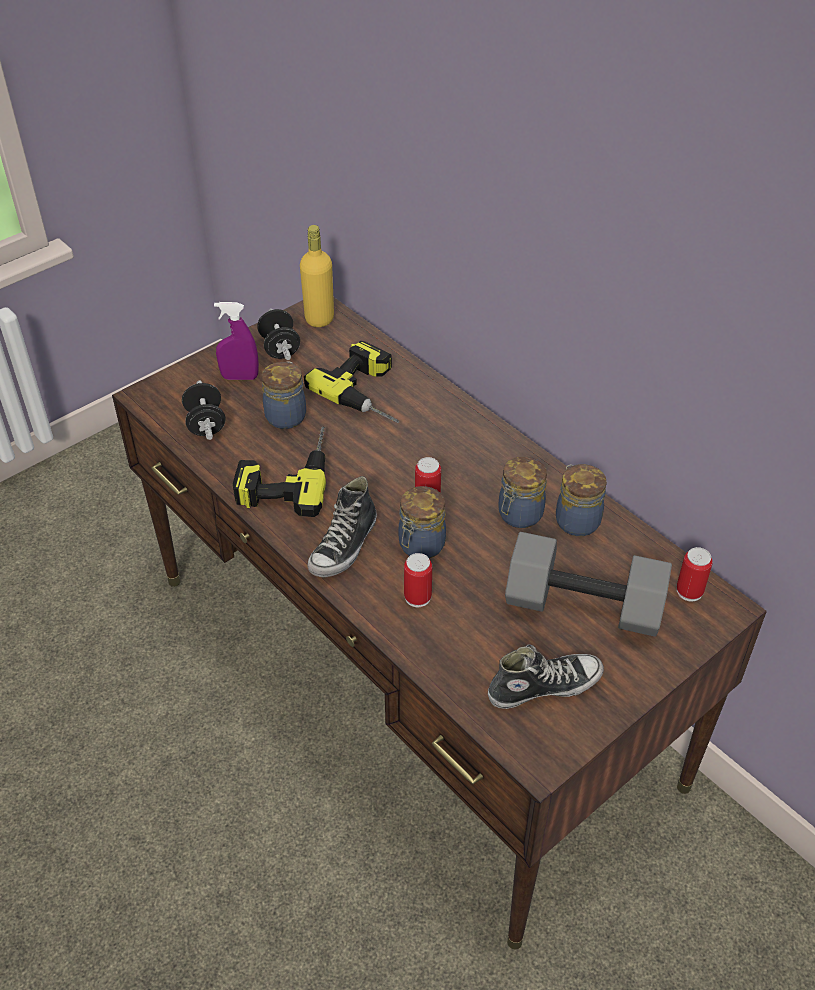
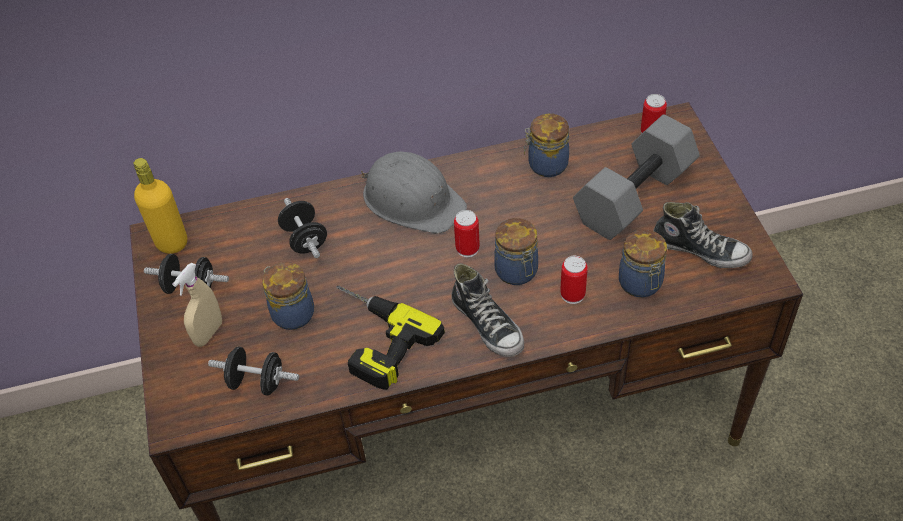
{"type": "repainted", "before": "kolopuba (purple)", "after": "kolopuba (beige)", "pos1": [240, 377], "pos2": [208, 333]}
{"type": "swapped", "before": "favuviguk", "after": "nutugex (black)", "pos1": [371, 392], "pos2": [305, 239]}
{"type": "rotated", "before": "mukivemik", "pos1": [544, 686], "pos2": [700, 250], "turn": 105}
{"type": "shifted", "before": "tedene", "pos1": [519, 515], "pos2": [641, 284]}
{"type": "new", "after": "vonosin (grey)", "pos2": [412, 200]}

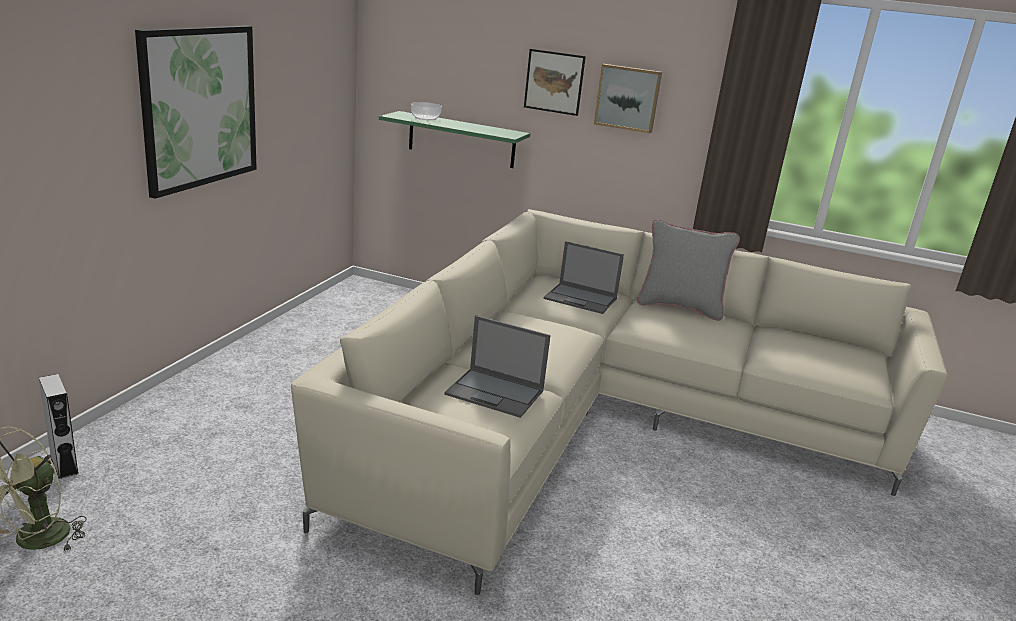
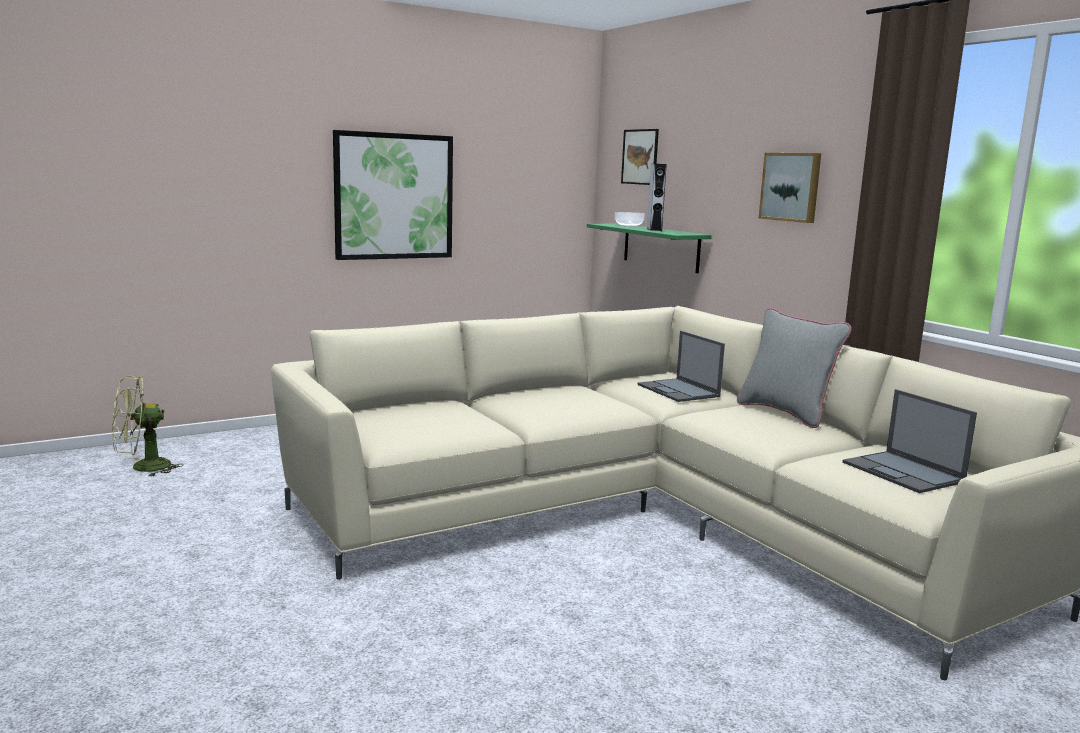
{"type": "shifted", "before": "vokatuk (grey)", "pos1": [64, 465], "pos2": [654, 229]}
{"type": "shifted", "before": "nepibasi", "pos1": [496, 393], "pos2": [904, 472]}
{"type": "shifted", "before": "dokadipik", "pos1": [554, 82], "pos2": [640, 157]}

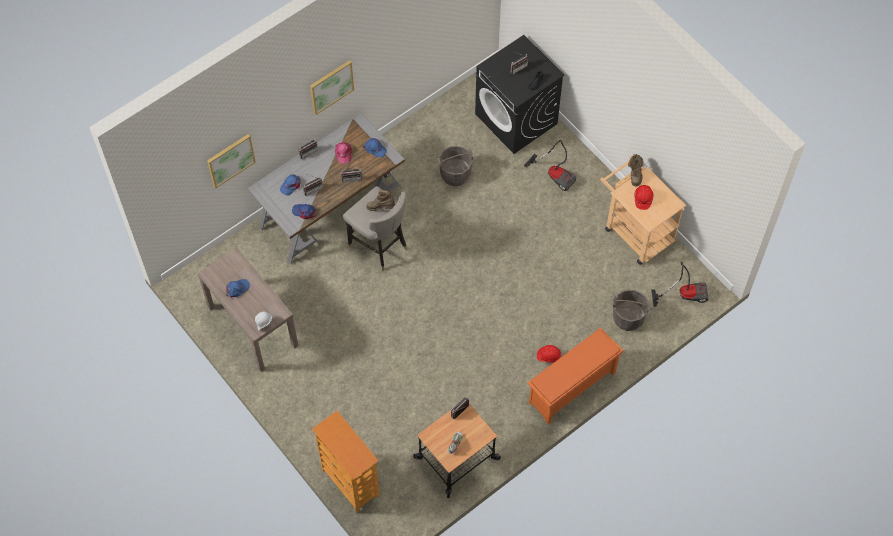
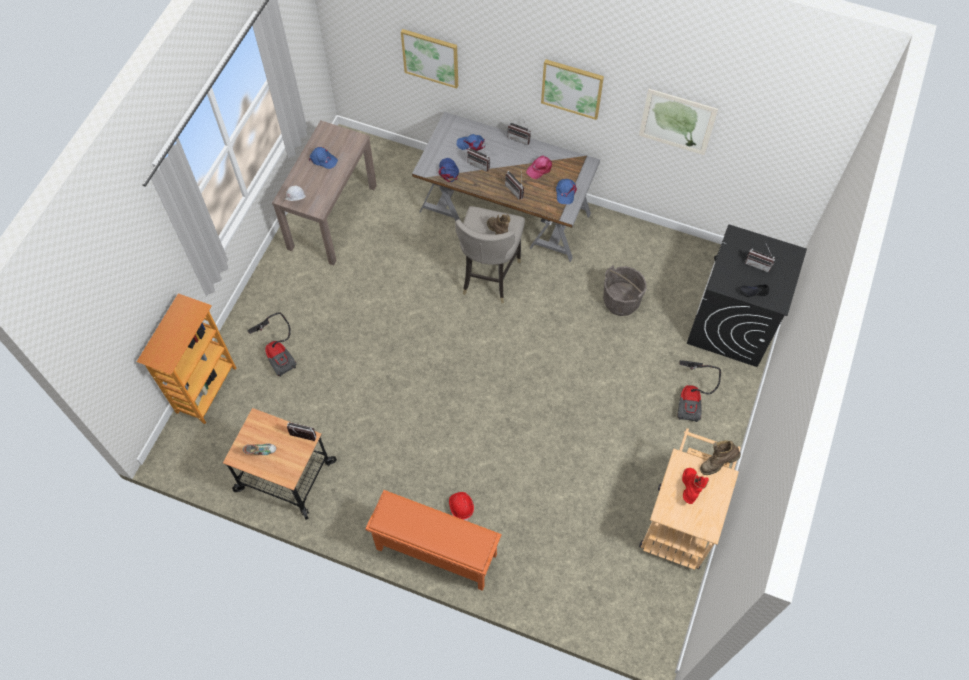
{"type": "gone", "before": "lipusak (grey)", "pos1": [628, 317]}
{"type": "swapped", "before": "vonosin (red)", "after": "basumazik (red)", "pos1": [643, 199], "pos2": [689, 489]}
{"type": "shifted", "before": "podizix", "pos1": [684, 294], "pos2": [278, 352]}
{"type": "new", "after": "dokadipik", "pos2": [677, 122]}

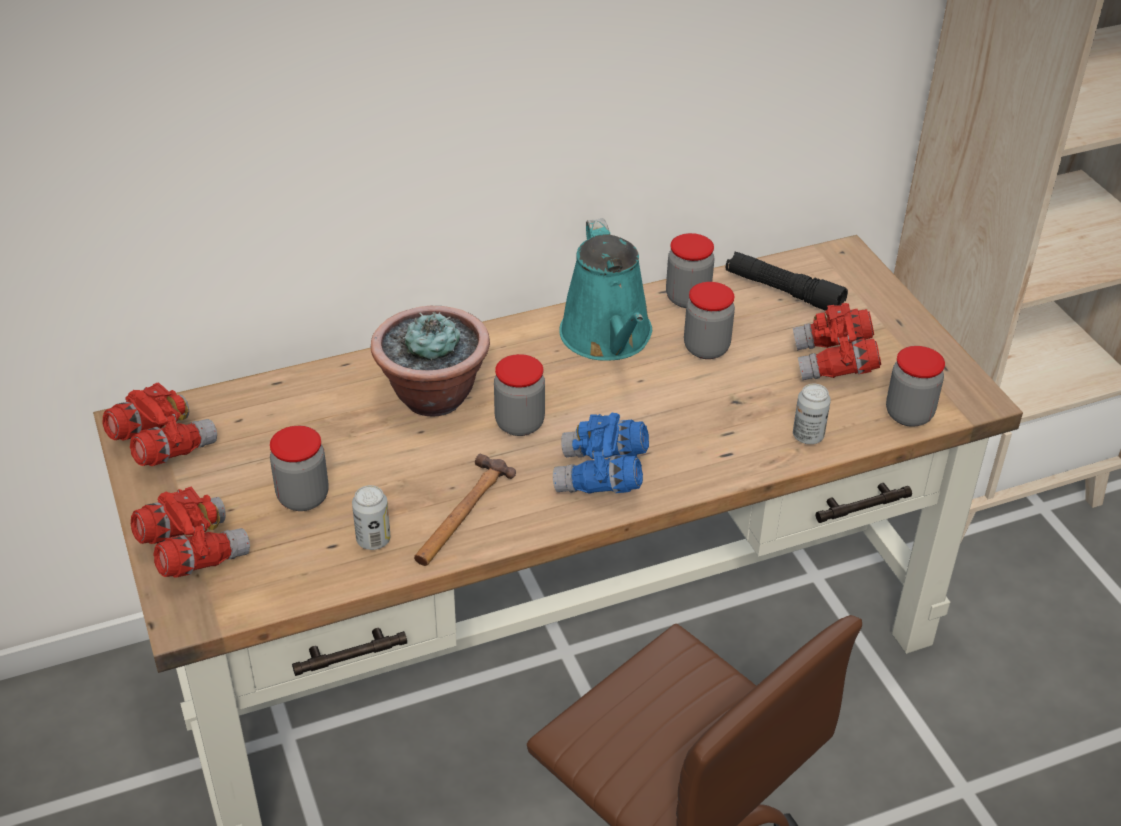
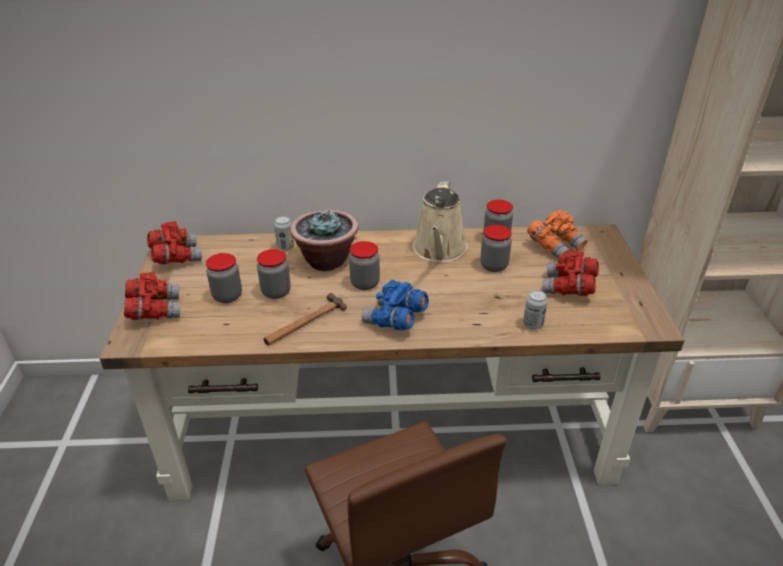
{"type": "shifted", "before": "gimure", "pos1": [373, 540], "pos2": [285, 247]}
{"type": "repainted", "before": "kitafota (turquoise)", "after": "kitafota (beige)", "pos1": [608, 338], "pos2": [439, 250]}
{"type": "swapped", "before": "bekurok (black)", "after": "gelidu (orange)", "pos1": [783, 292], "pos2": [555, 245]}
{"type": "shifted", "before": "tedene", "pos1": [909, 414], "pos2": [276, 292]}

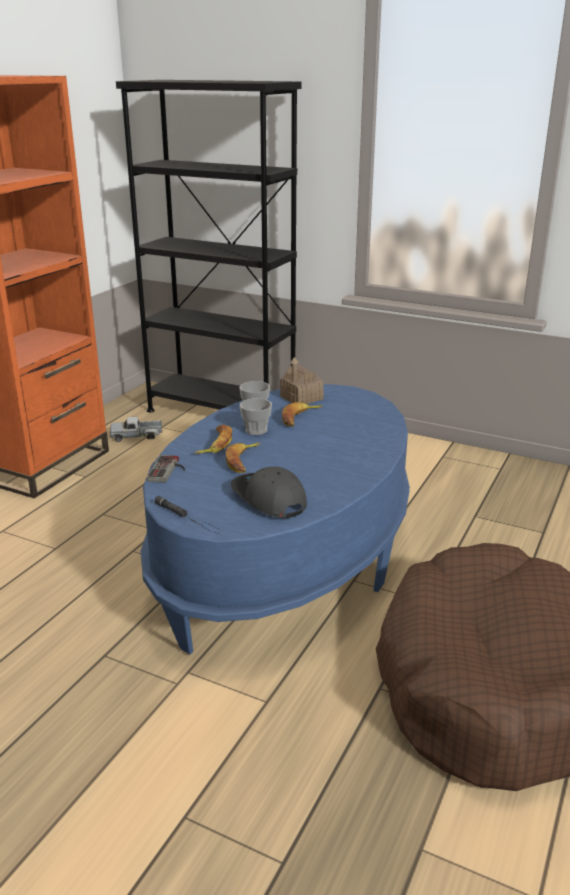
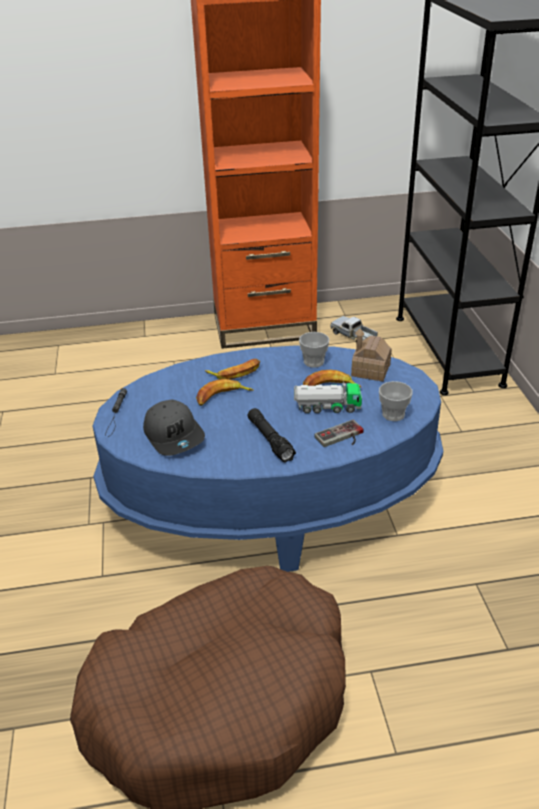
{"type": "shifted", "before": "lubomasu", "pos1": [169, 471], "pos2": [342, 438]}
{"type": "rotated", "before": "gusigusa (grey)", "pos1": [268, 499], "pos2": [174, 435], "turn": 135}
{"type": "shifted", "before": "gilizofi", "pos1": [256, 430], "pos2": [393, 414]}
{"type": "new", "after": "bekurok (black)", "pos2": [270, 440]}
{"type": "new", "after": "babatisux", "pos2": [327, 407]}

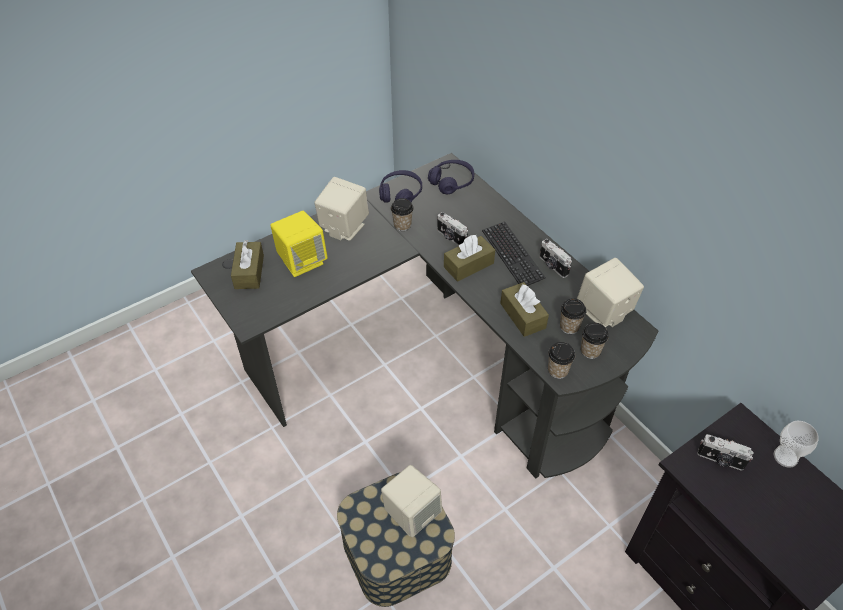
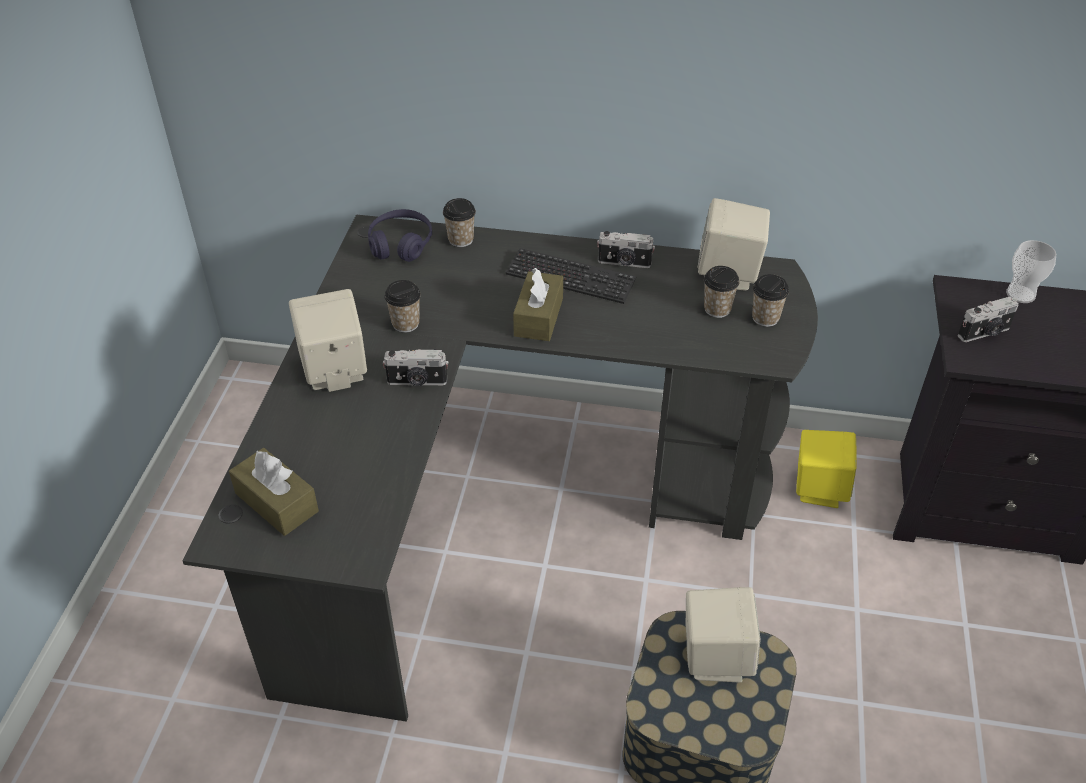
{"type": "shifted", "before": "vokatuk (yellow)", "pos1": [302, 261], "pos2": [818, 489]}
{"type": "gone", "before": "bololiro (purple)", "pos1": [400, 194]}
{"type": "shifted", "before": "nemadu", "pos1": [451, 237], "pos2": [417, 382]}
{"type": "gone", "before": "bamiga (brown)", "pos1": [523, 315]}
{"type": "shifted", "before": "gilizofi", "pos1": [557, 370], "pos2": [461, 240]}

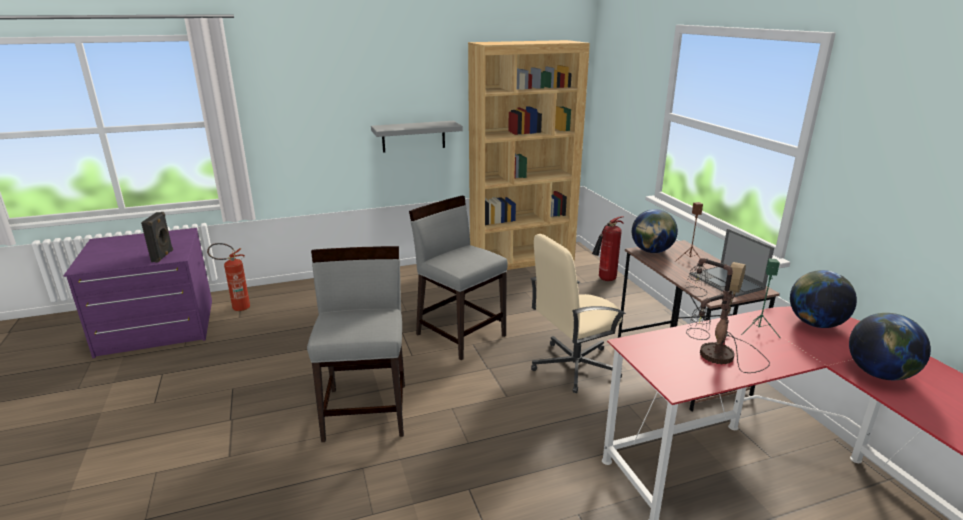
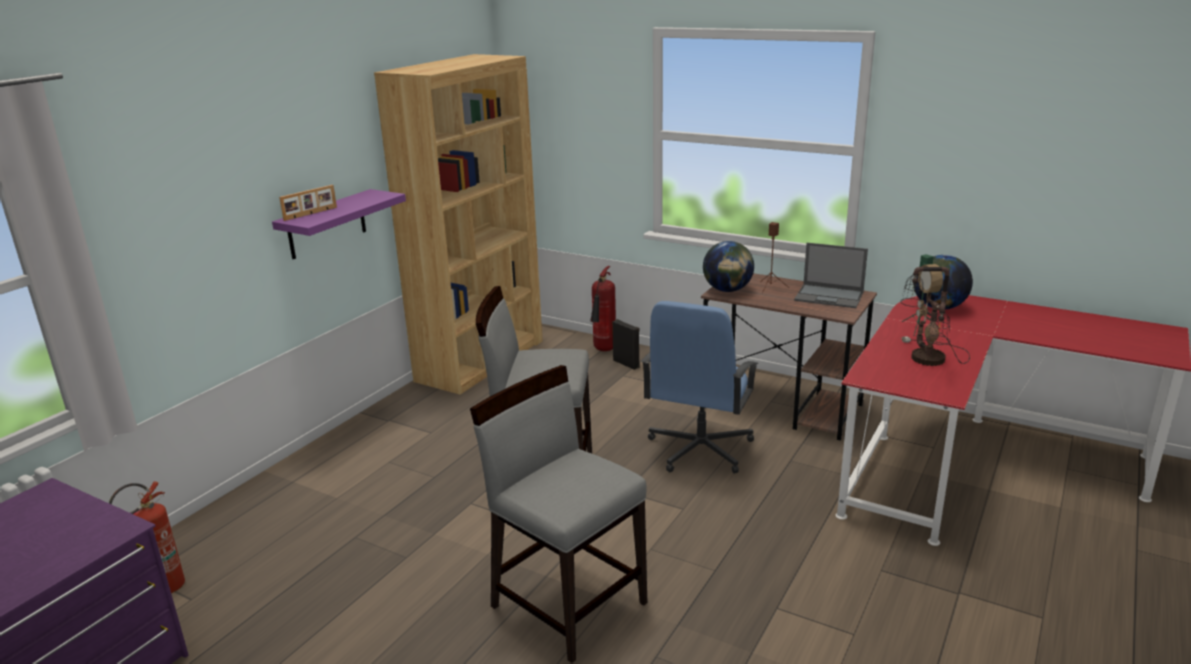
{"type": "shifted", "before": "vokatuk (black)", "pos1": [163, 256], "pos2": [627, 363]}
{"type": "repainted", "before": "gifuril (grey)", "after": "gifuril (purple)", "pos1": [413, 136], "pos2": [327, 224]}
{"type": "repainted", "before": "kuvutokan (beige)", "after": "kuvutokan (blue)", "pos1": [573, 366], "pos2": [699, 449]}
{"type": "gone", "before": "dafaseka", "pos1": [879, 374]}
{"type": "new", "after": "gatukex", "pos2": [311, 214]}

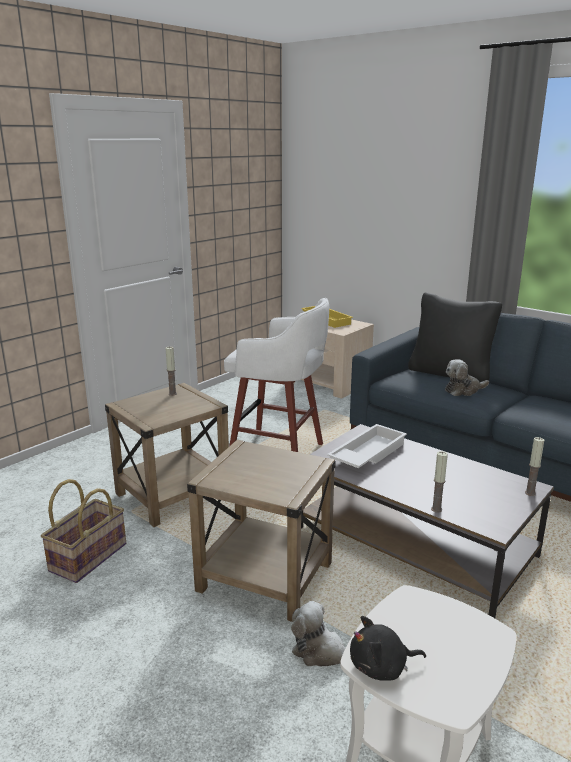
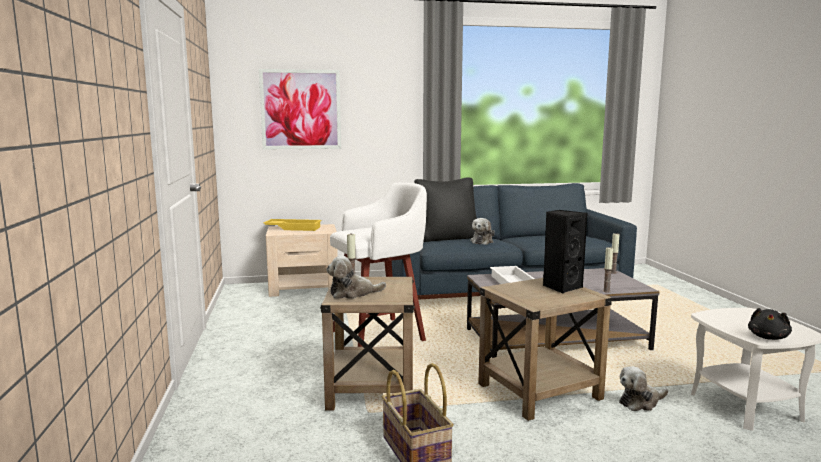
{"type": "new", "after": "dokadipik", "pos2": [300, 109]}
{"type": "new", "after": "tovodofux", "pos2": [353, 293]}
{"type": "new", "after": "vokatuk (black)", "pos2": [561, 287]}

